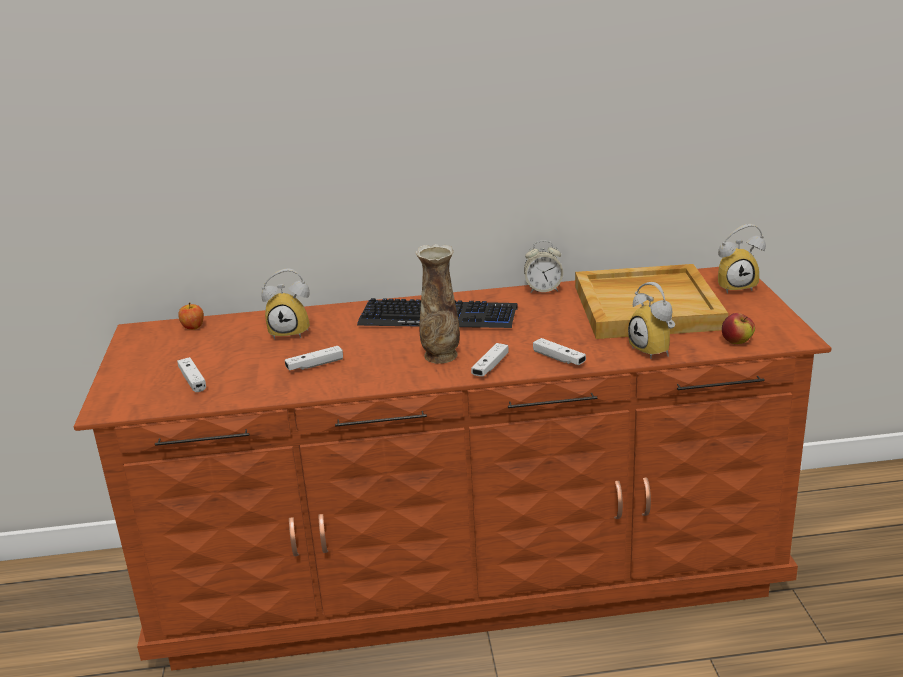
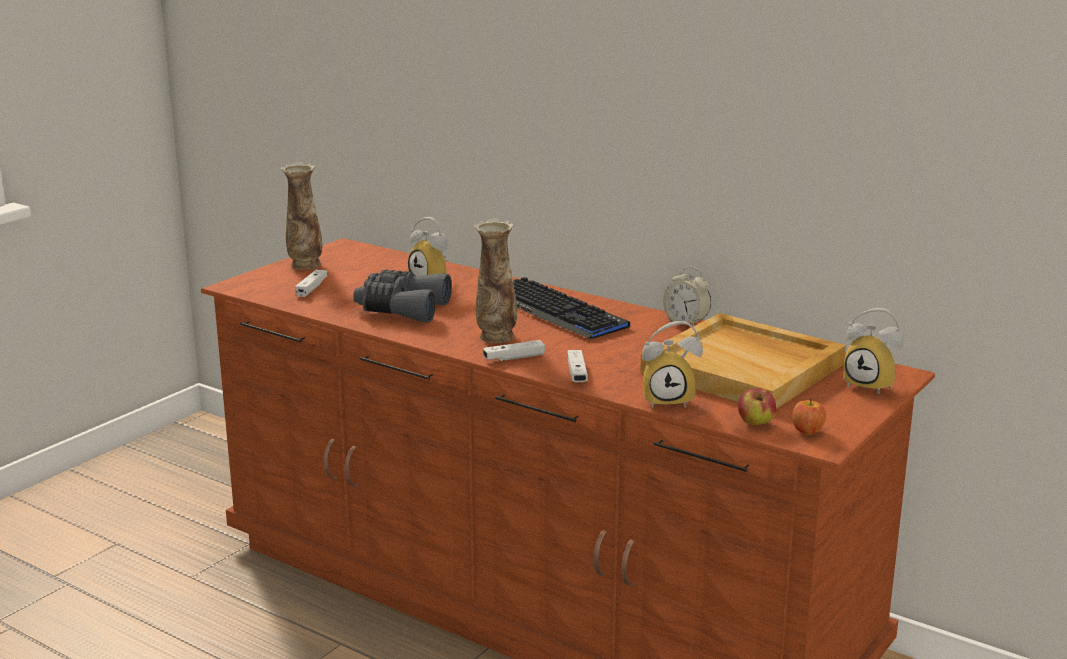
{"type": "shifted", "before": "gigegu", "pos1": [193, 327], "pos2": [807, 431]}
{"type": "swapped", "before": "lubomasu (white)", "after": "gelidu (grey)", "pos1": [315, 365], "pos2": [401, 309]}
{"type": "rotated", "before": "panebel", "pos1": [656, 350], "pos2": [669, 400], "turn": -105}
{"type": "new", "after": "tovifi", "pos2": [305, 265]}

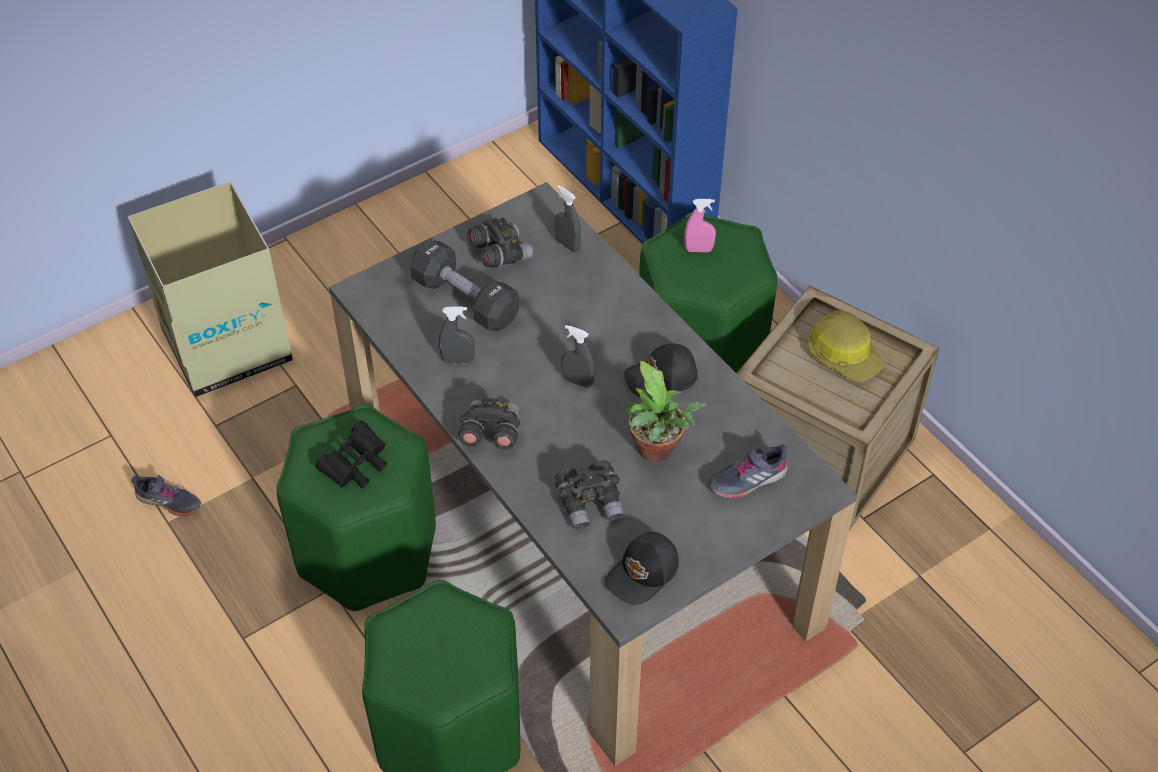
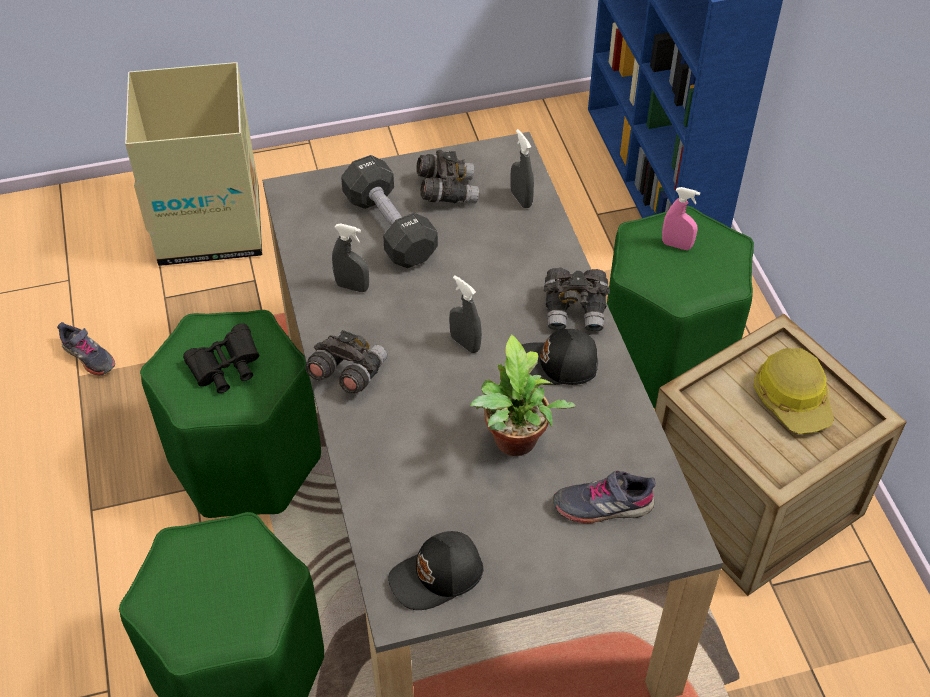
{"type": "shifted", "before": "gelidu (grey)", "pos1": [590, 503], "pos2": [575, 310]}

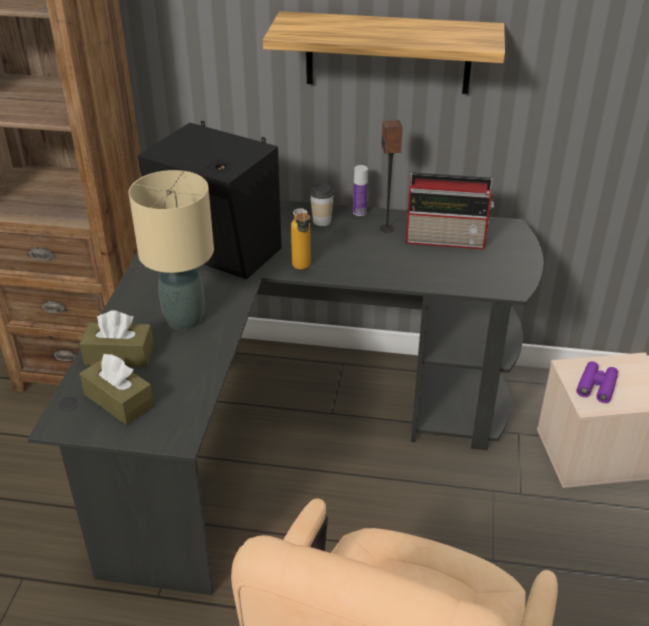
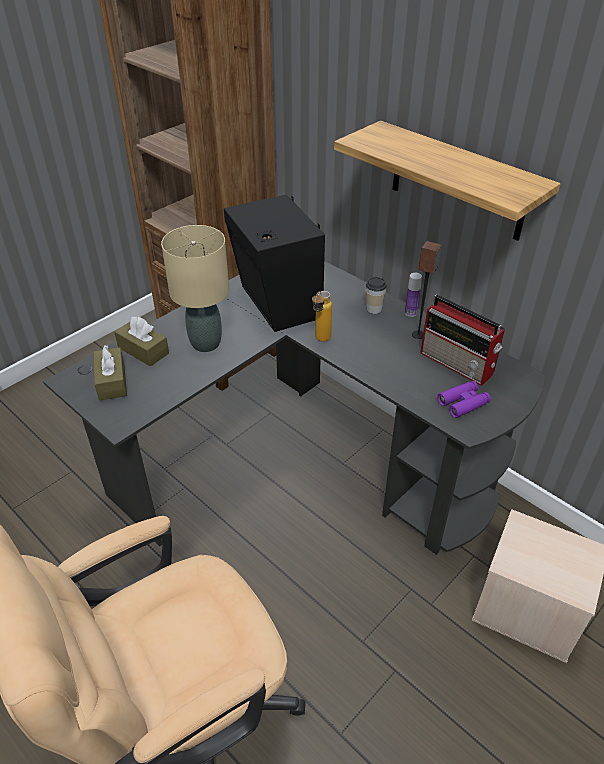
{"type": "shifted", "before": "gelidu (purple)", "pos1": [596, 386], "pos2": [463, 403]}

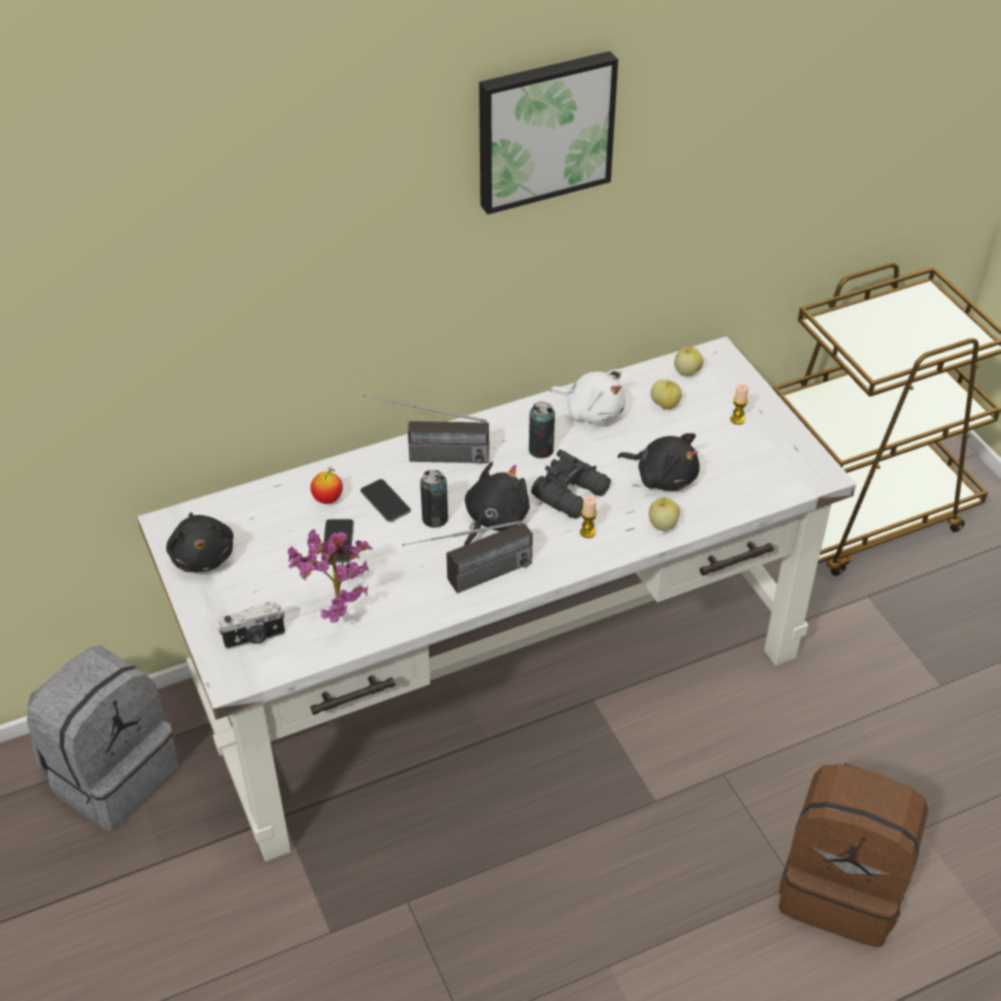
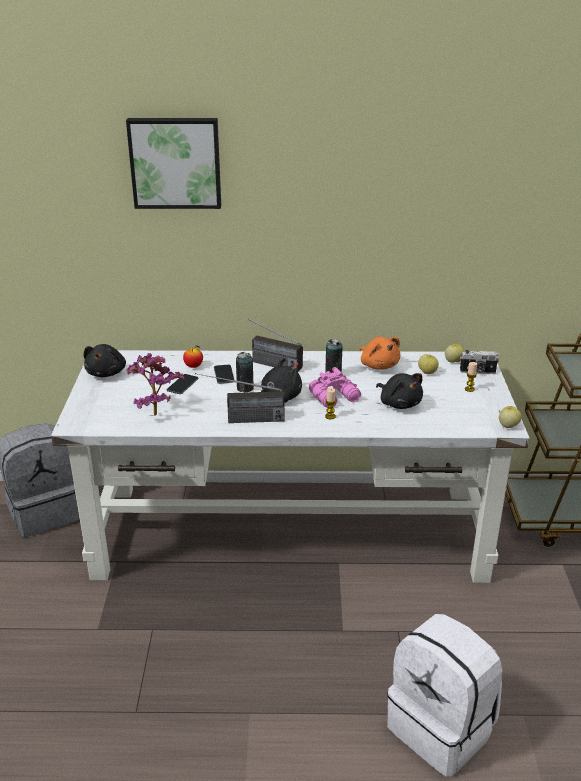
{"type": "shifted", "before": "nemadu", "pos1": [255, 638], "pos2": [477, 372]}
{"type": "shifted", "before": "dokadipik", "pos1": [543, 129], "pos2": [175, 162]}
{"type": "repainted", "before": "gelidu (black)", "after": "gelidu (pink)", "pos1": [573, 494], "pos2": [336, 397]}
{"type": "repainted", "before": "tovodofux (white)", "after": "tovodofux (orange)", "pos1": [592, 411], "pos2": [378, 365]}
{"type": "shifted", "before": "gigegu", "pos1": [662, 524], "pos2": [508, 426]}
{"type": "repainted", "before": "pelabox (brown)", "after": "pelabox (white)", "pos1": [842, 887], "pos2": [442, 728]}

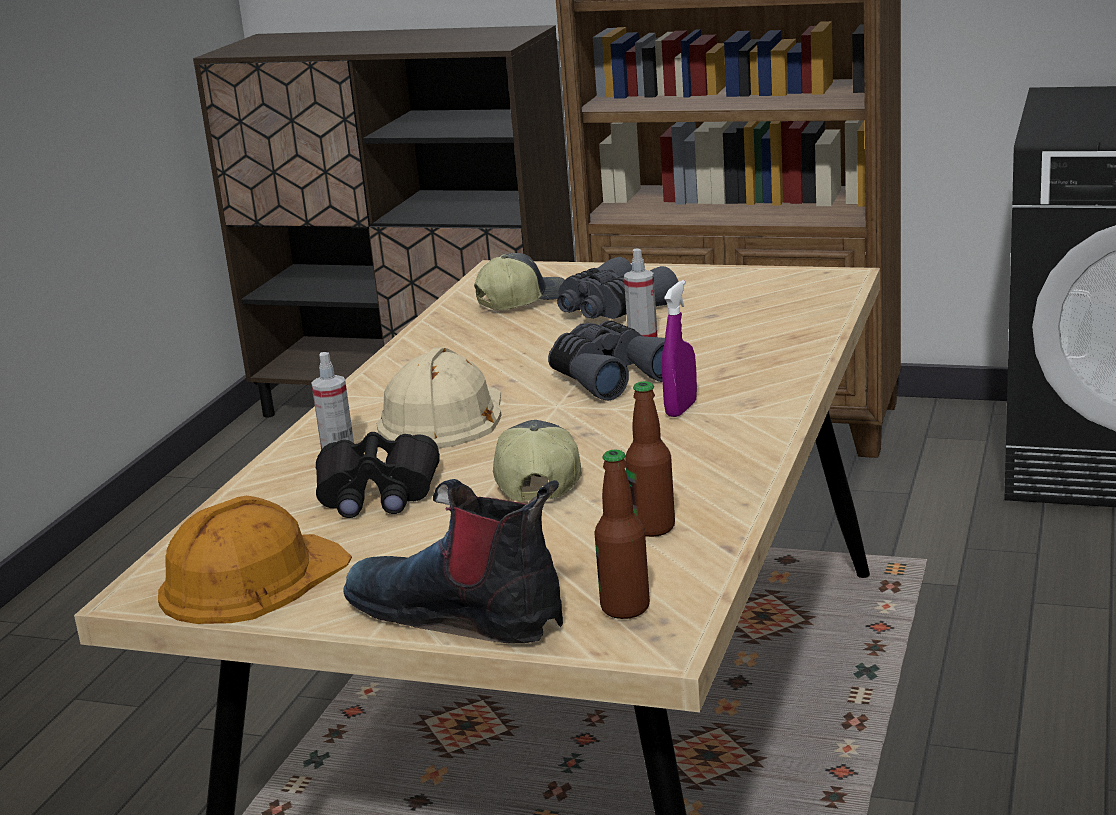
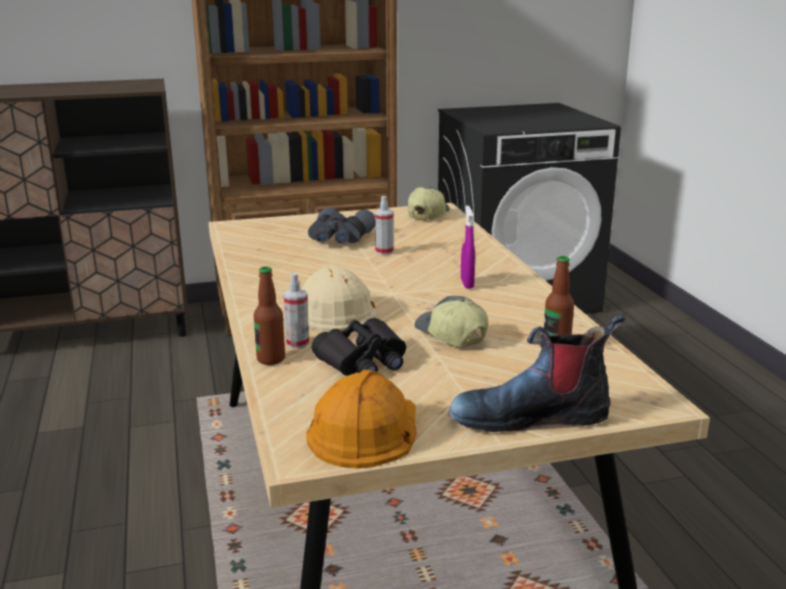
{"type": "shifted", "before": "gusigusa", "pos1": [521, 300], "pos2": [427, 214]}
{"type": "gone", "before": "gelidu (grey)", "pos1": [609, 376]}
{"type": "shifted", "before": "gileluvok", "pos1": [625, 608], "pos2": [271, 359]}

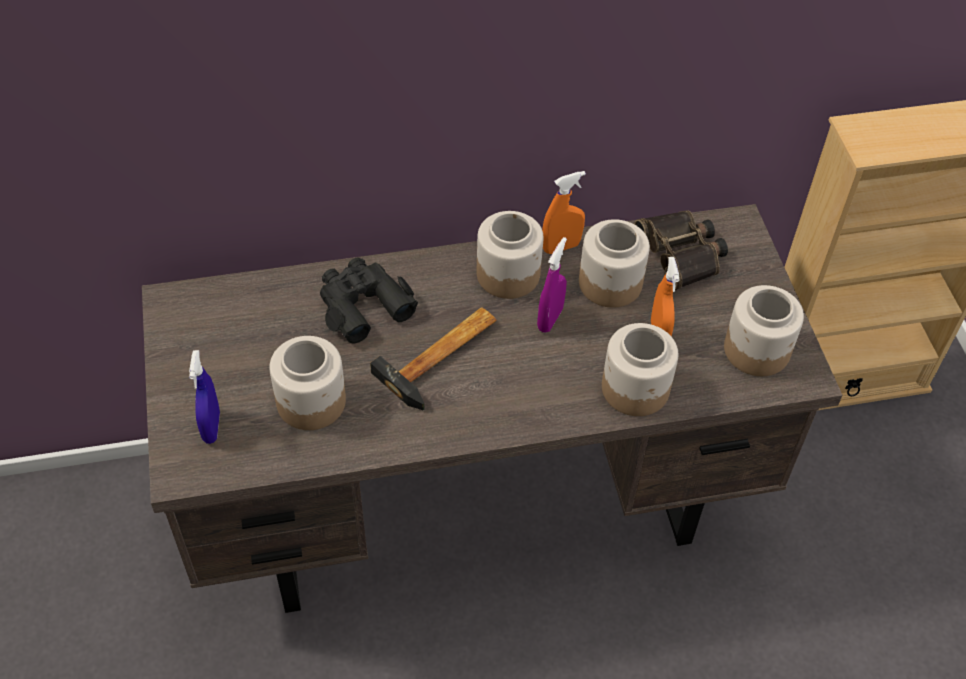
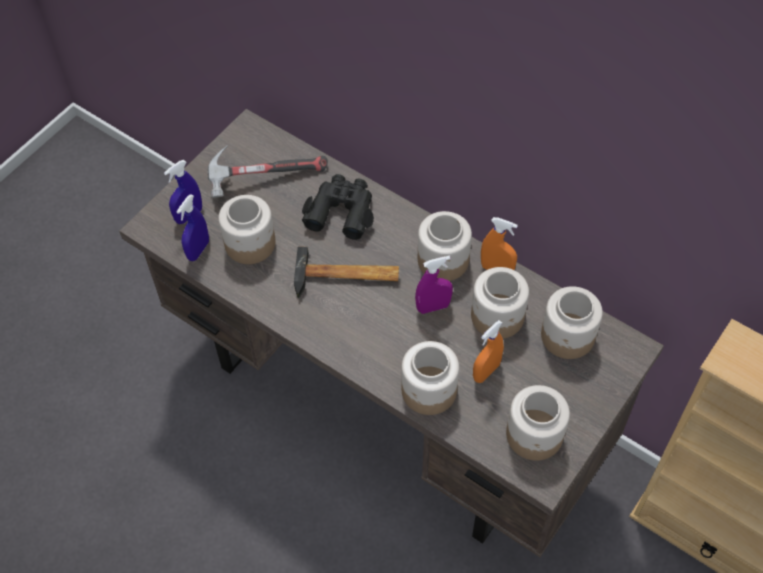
{"type": "swapped", "before": "gelidu", "after": "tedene", "pos1": [682, 254], "pos2": [568, 336]}
{"type": "new", "after": "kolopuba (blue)", "pos2": [198, 250]}
{"type": "new", "after": "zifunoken", "pos2": [264, 178]}

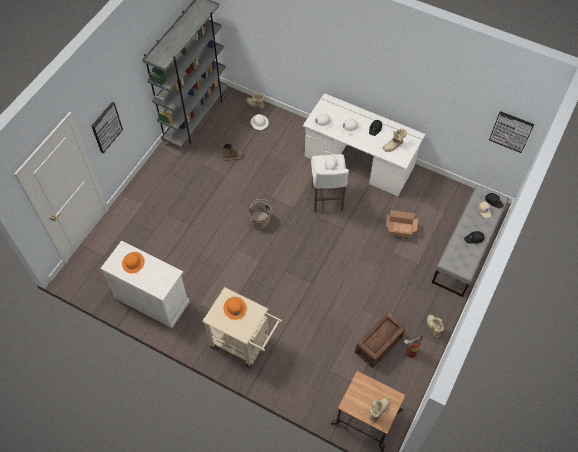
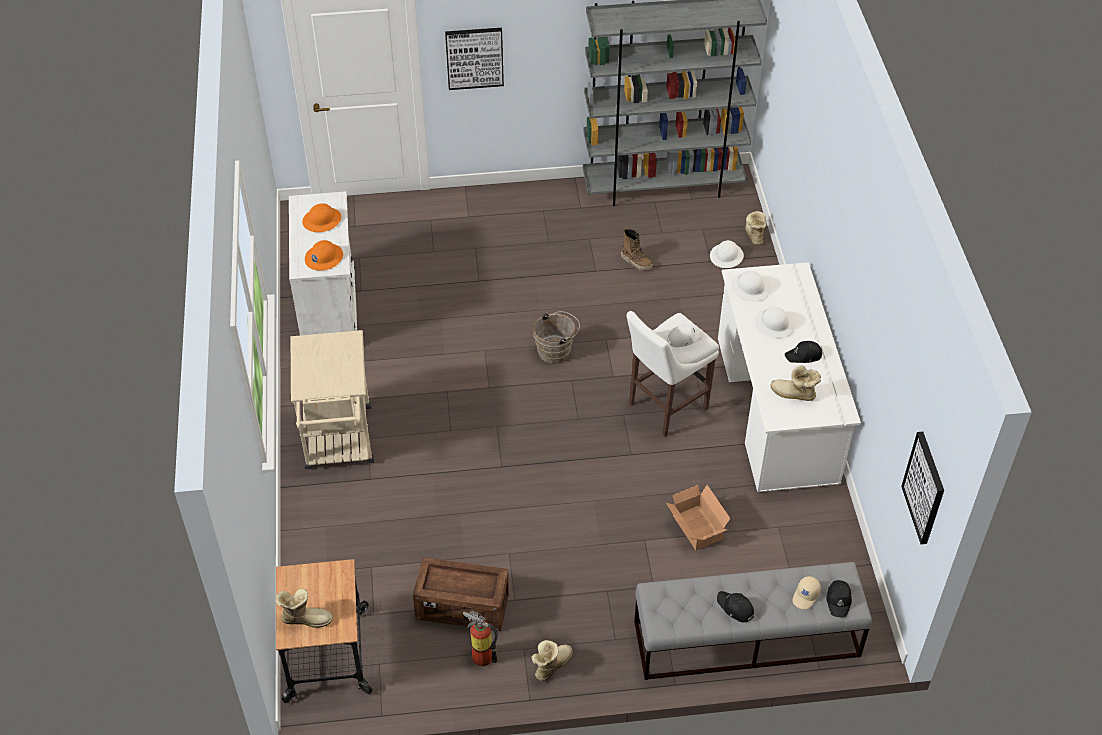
{"type": "shifted", "before": "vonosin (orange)", "pos1": [234, 308], "pos2": [323, 258]}

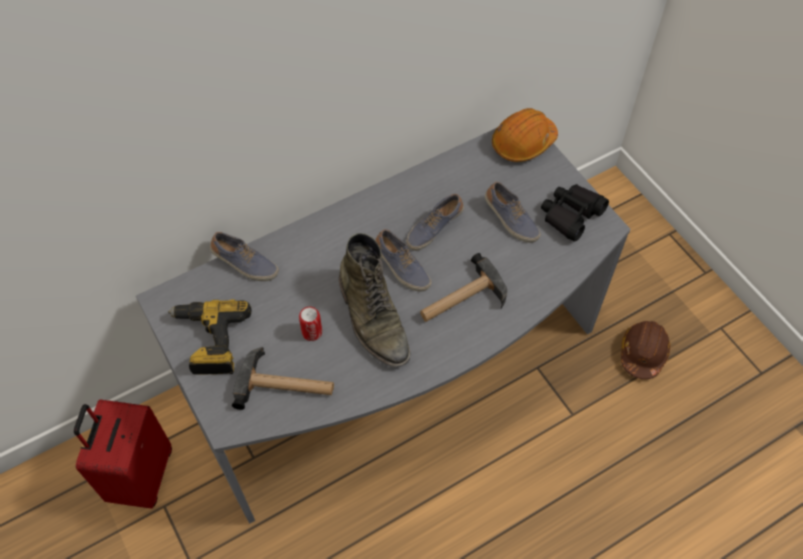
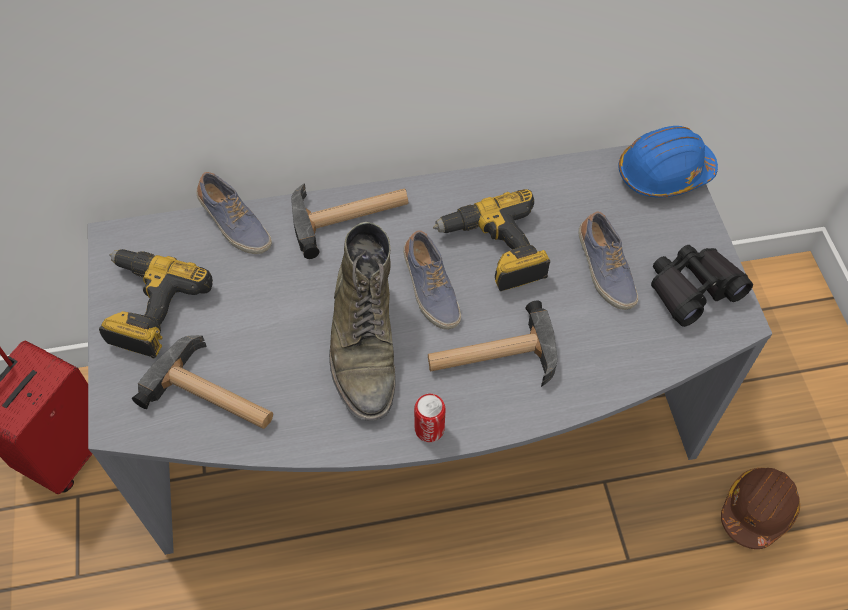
{"type": "shifted", "before": "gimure", "pos1": [312, 332], "pos2": [429, 429]}
{"type": "swapped", "before": "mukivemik", "after": "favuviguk", "pos1": [434, 228], "pos2": [495, 250]}
{"type": "repainted", "before": "vonosin (orange)", "after": "vonosin (blue)", "pos1": [523, 143], "pos2": [664, 174]}
{"type": "new", "after": "zifunoken", "pos2": [350, 215]}

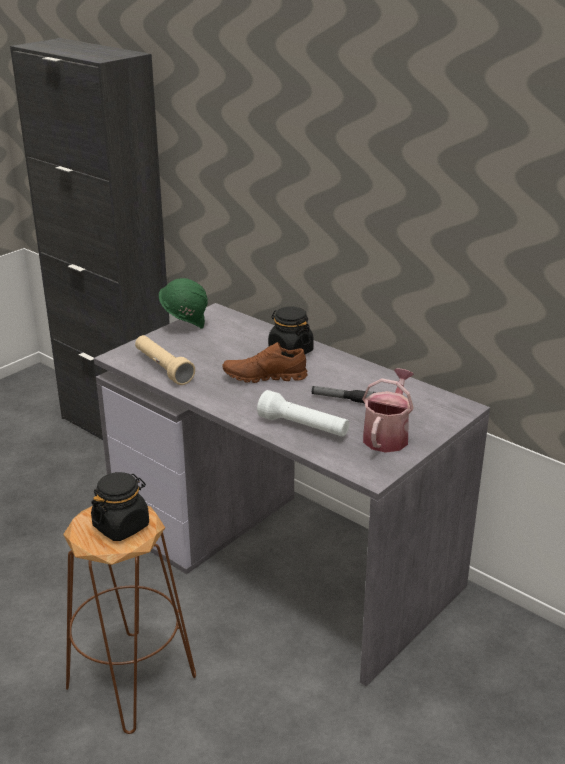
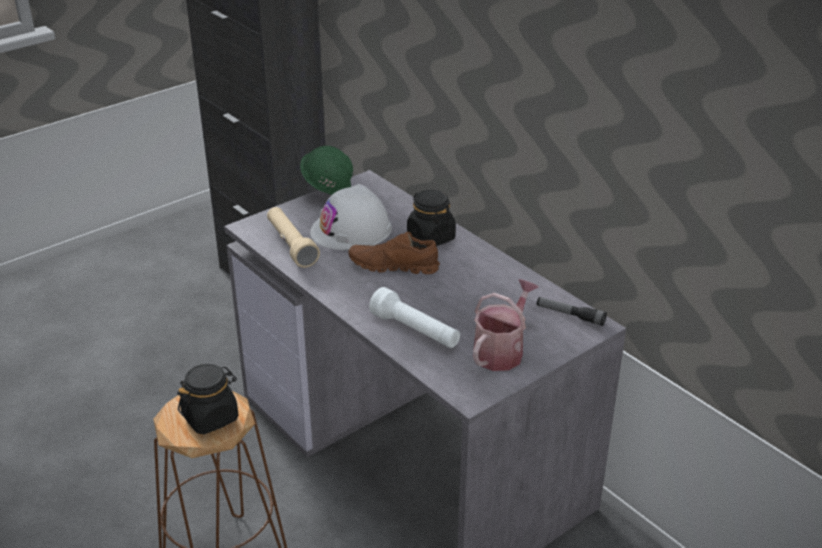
{"type": "shifted", "before": "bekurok", "pos1": [343, 399], "pos2": [570, 315]}
{"type": "new", "after": "vonosin (white)", "pos2": [351, 230]}

